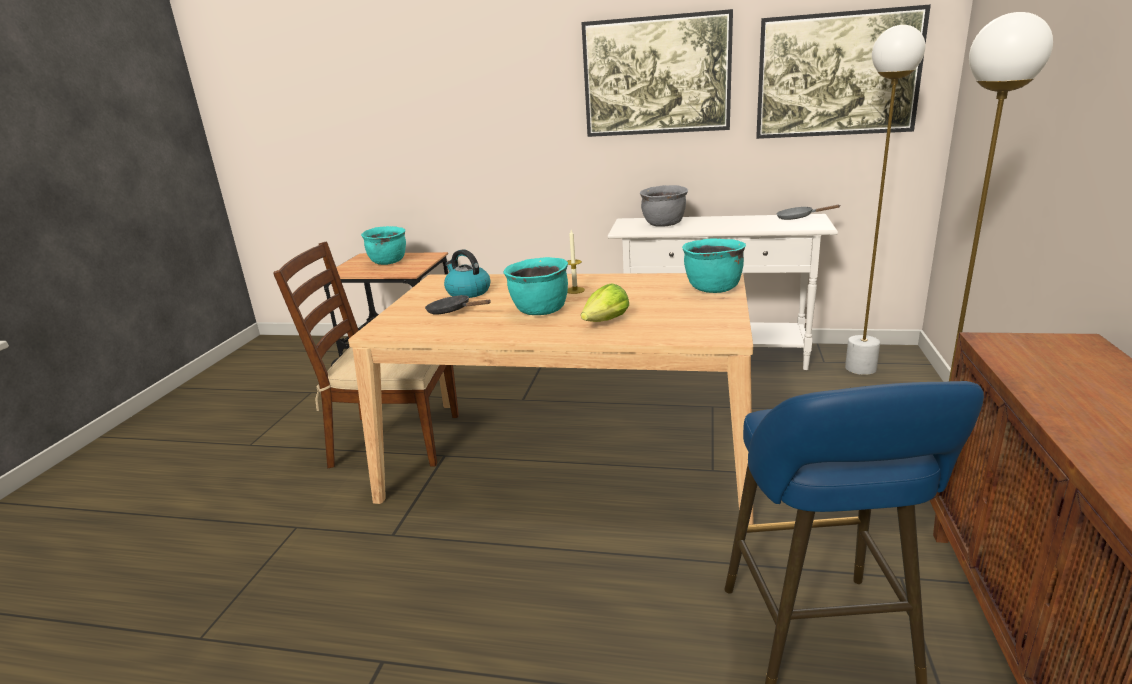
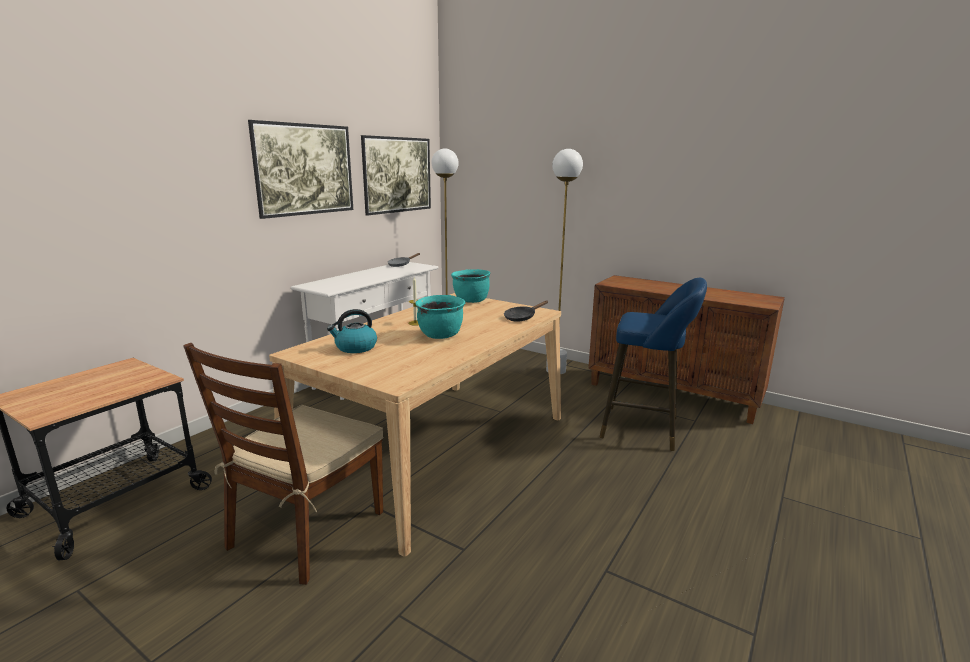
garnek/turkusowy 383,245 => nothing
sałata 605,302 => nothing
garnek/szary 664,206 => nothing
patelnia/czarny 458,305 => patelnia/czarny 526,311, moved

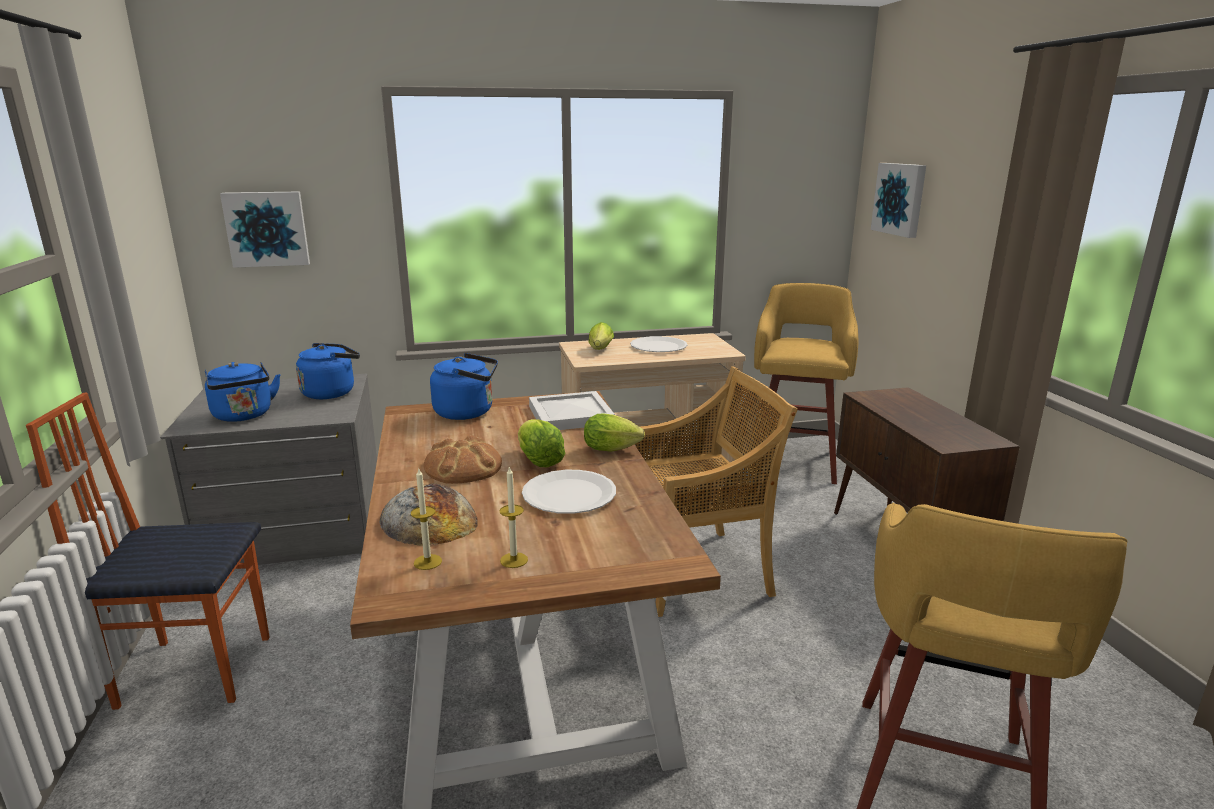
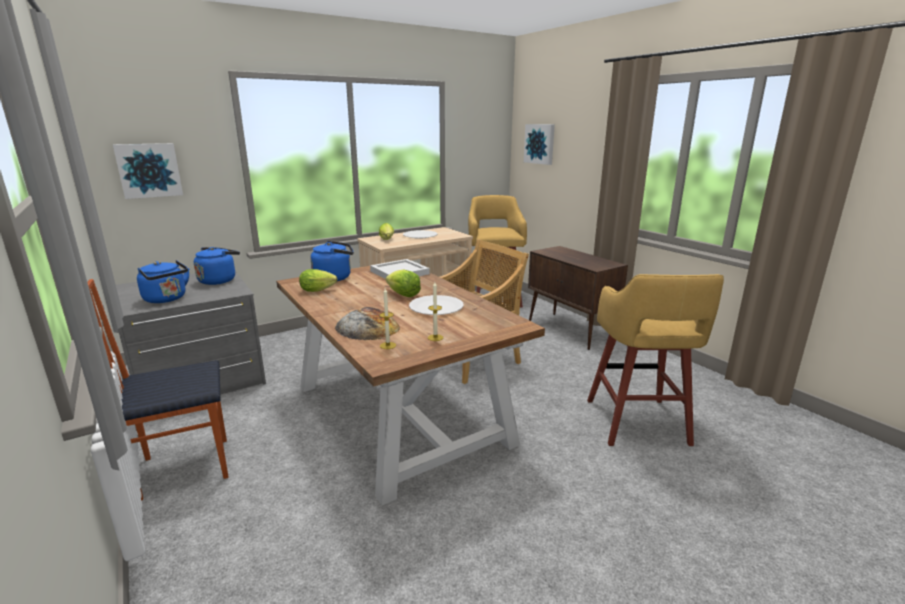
chleb 463,459 => nothing
sałata 614,432 => sałata 318,280, moved

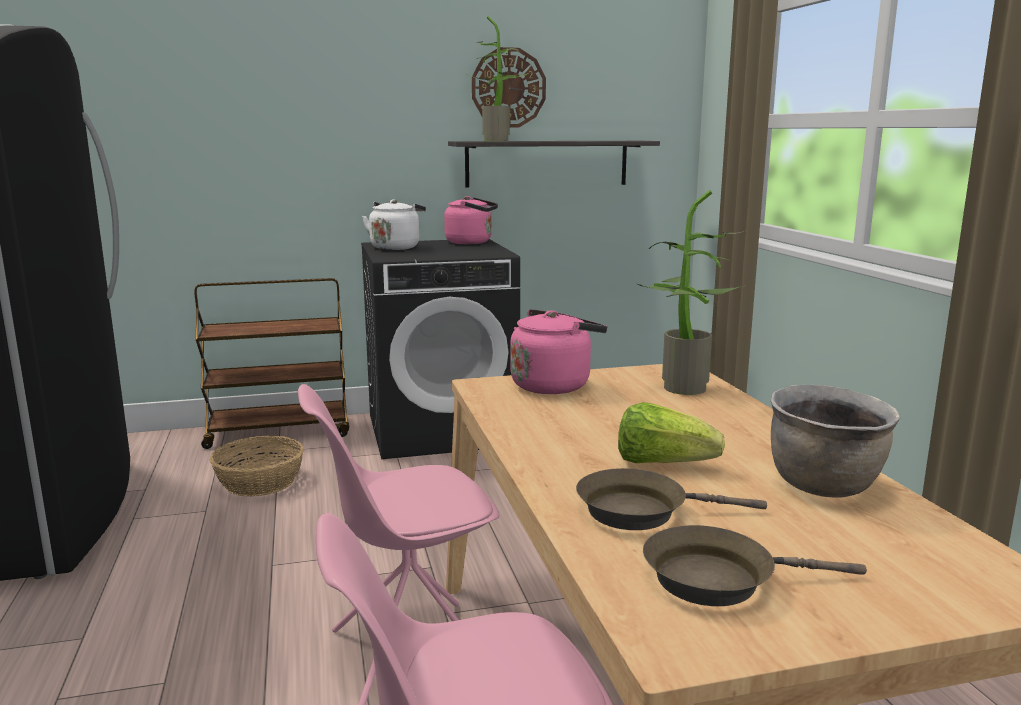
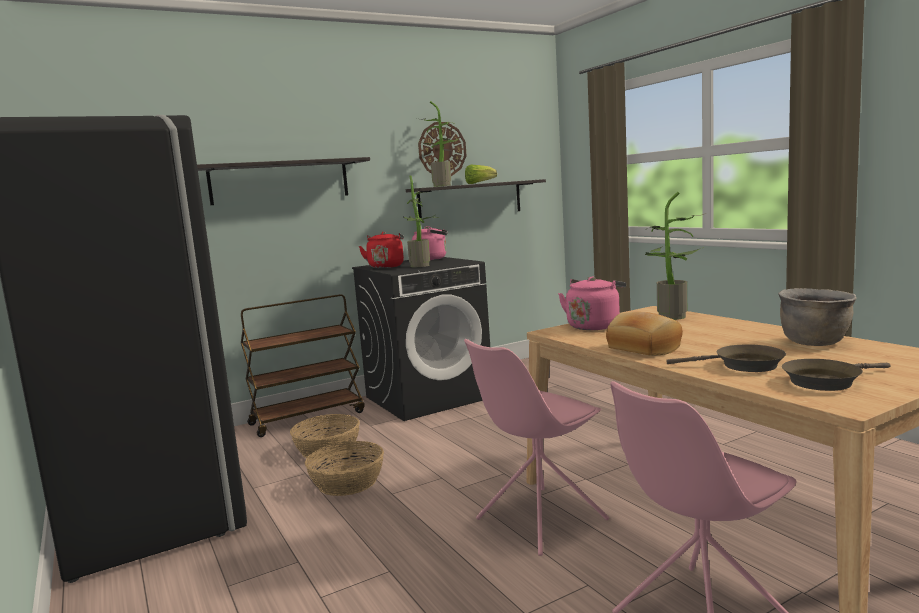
nothing => półka 283,181
nothing => koszyk 344,468
nothing => roślina doniczkowa 421,221
nothing => chleb 644,334
sałata 671,432 => sałata 481,174, moved
czajnik/biały 394,224 => czajnik/czerwony 381,250
patelnia/brązowy 671,499 => patelnia/brązowy 726,358, 150 degrees counterclockwise

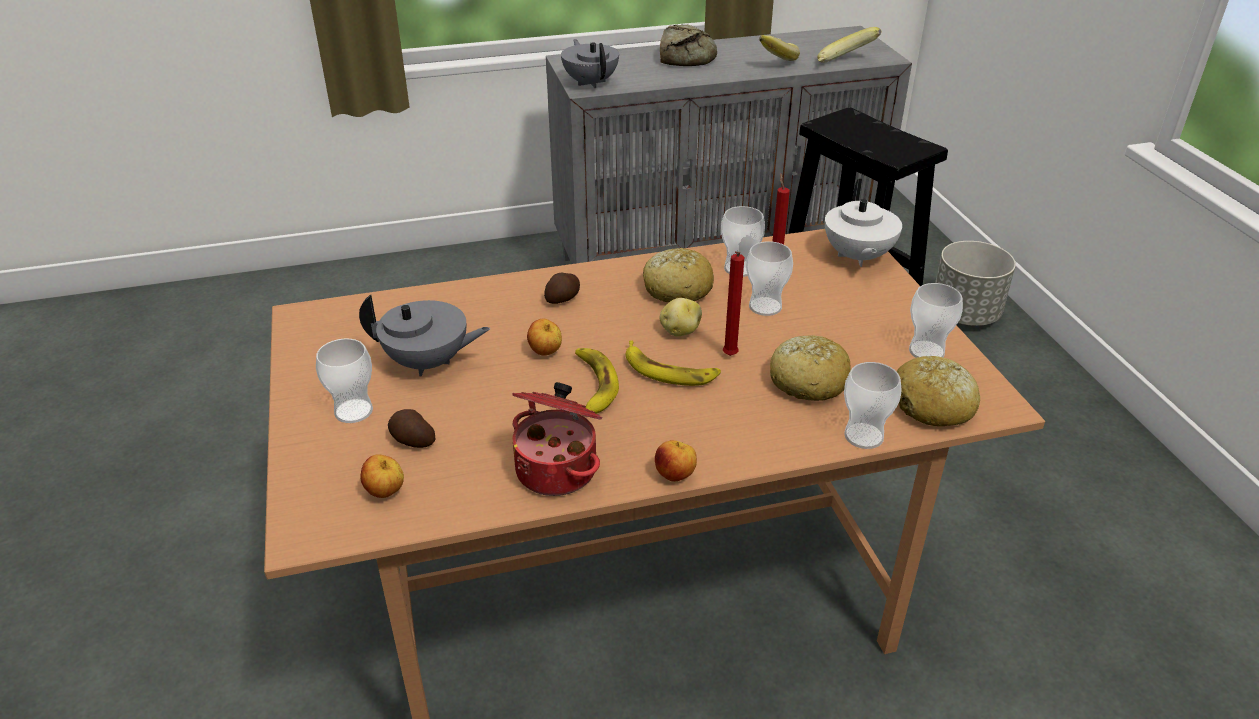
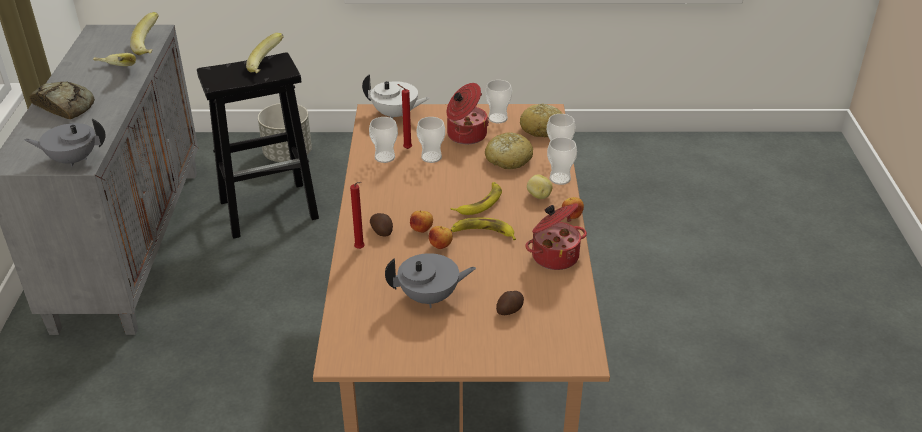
chleb 678,275 => nothing
nothing => banan 265,53
nothing => garnek 467,113
filiżanka 344,381 => filiżanka 562,161, moved
jabłko 382,476 => jabłko 421,221, moved
ziemniak 681,317 => ziemniak 540,186, moved
świeca/czerwony 733,303 => świeca/czerwony 357,215, moved
imbryk/szary 424,335 => imbryk/szary 430,280, 60 degrees clockwise

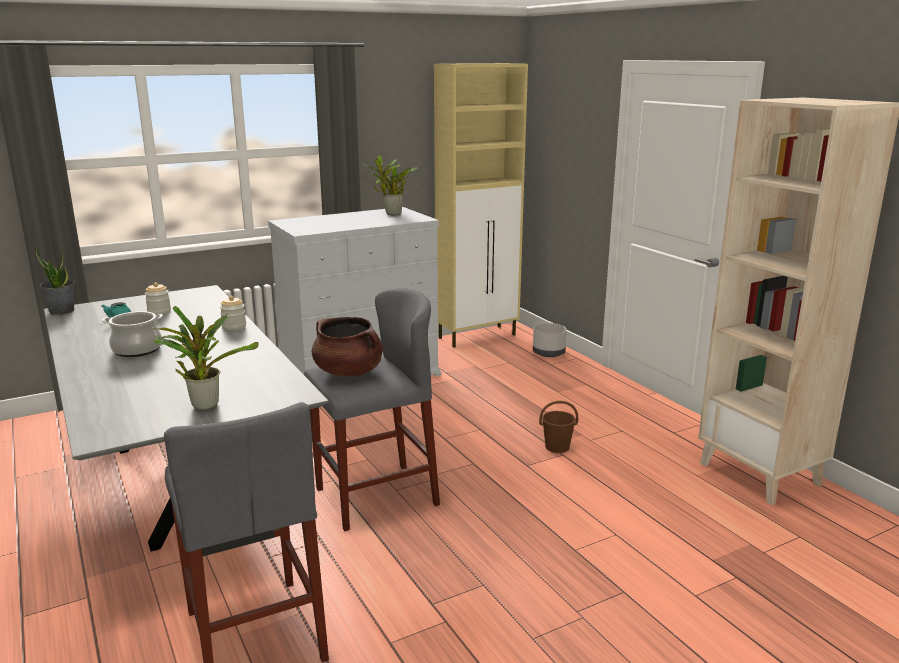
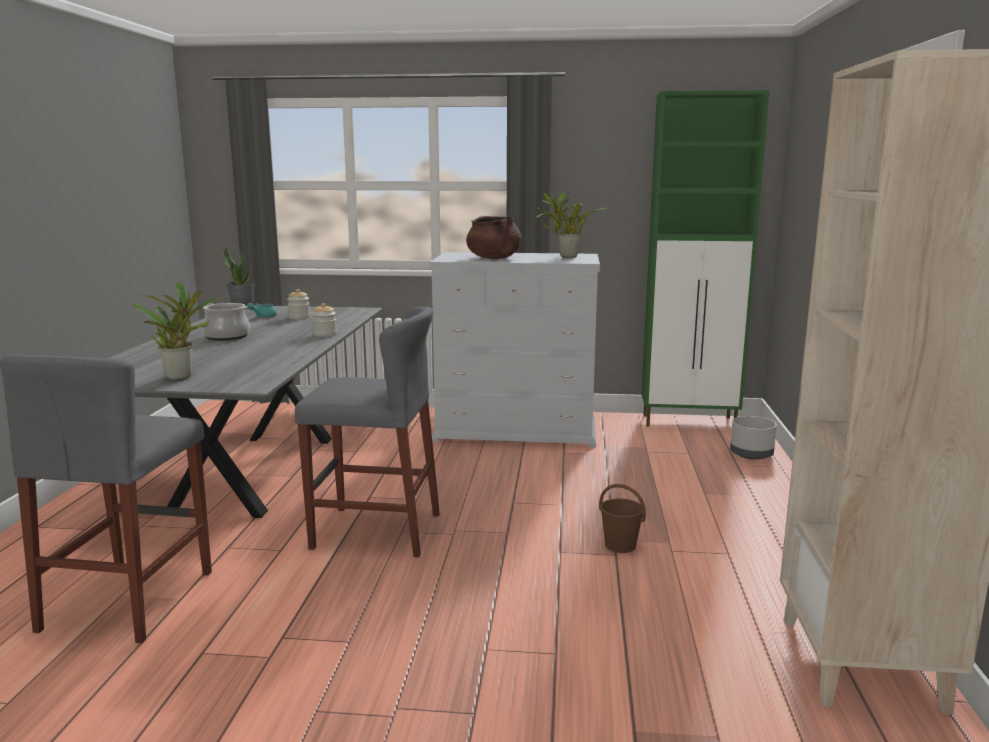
garnek/brązowy 347,346 => garnek/brązowy 494,237, moved
szafka/beżowy 481,205 => szafka/zielony 706,258

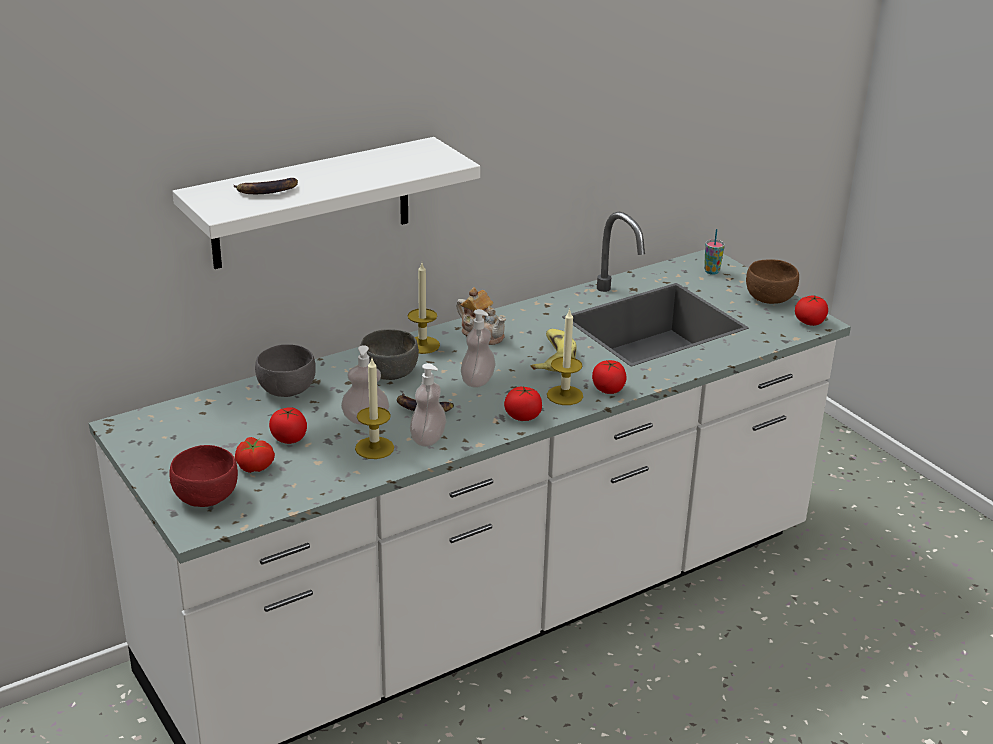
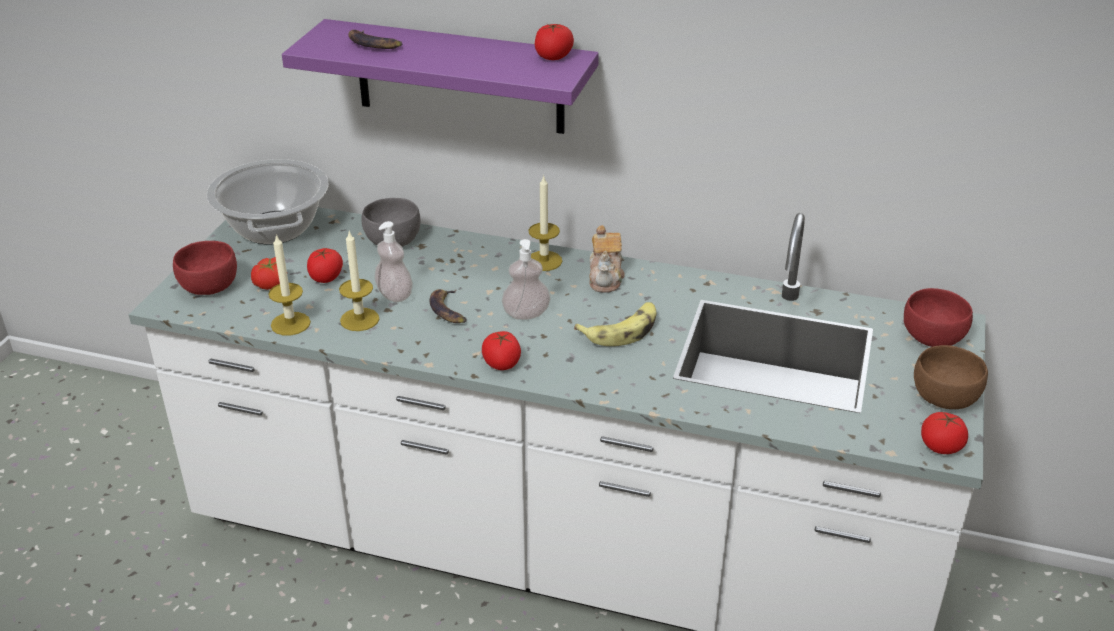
miska/szary 389,354 => nothing
dozownik mydła 428,405 => nothing
nothing => garnek 268,201
świeca 565,357 => świeca 289,285, moved
pomidor 609,377 => pomidor 554,42, moved
filiżanka 714,252 => miska/czerwony 938,317
półka/biały 326,203 => półka/fioletowy 440,76

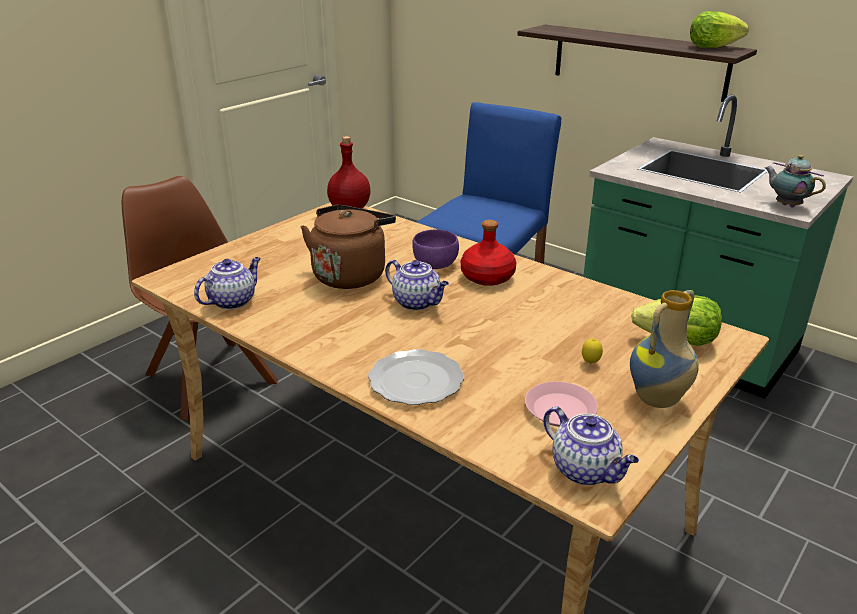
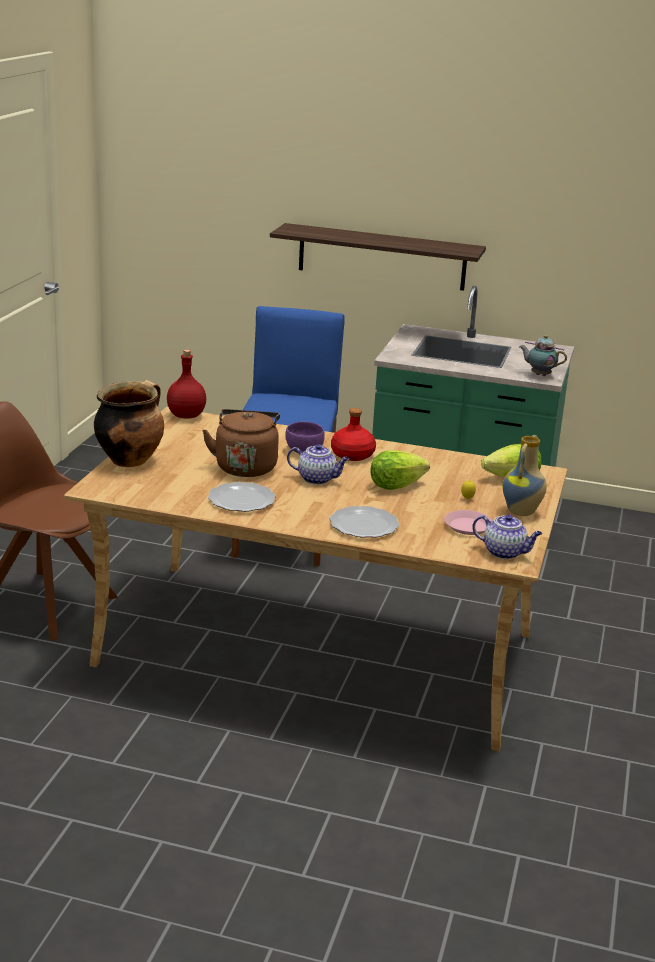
imbryk 227,283 => nothing
nothing => garnek 129,423
nothing => talerz 242,497
sałata 719,29 => sałata 400,470, moved

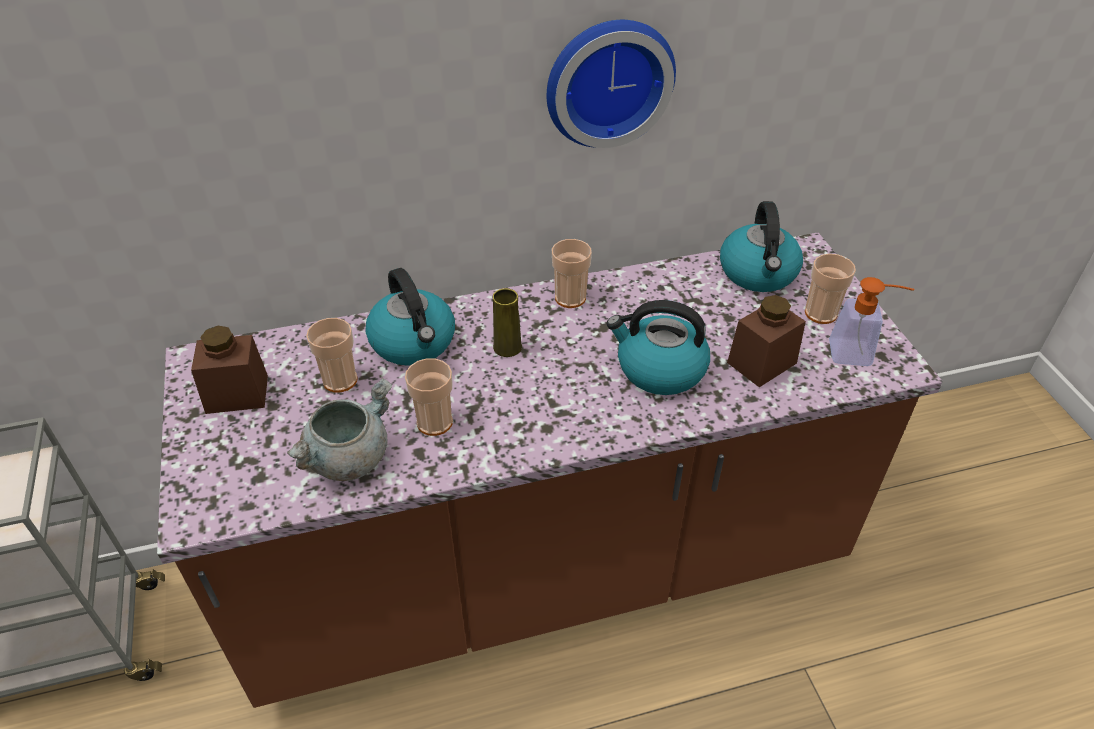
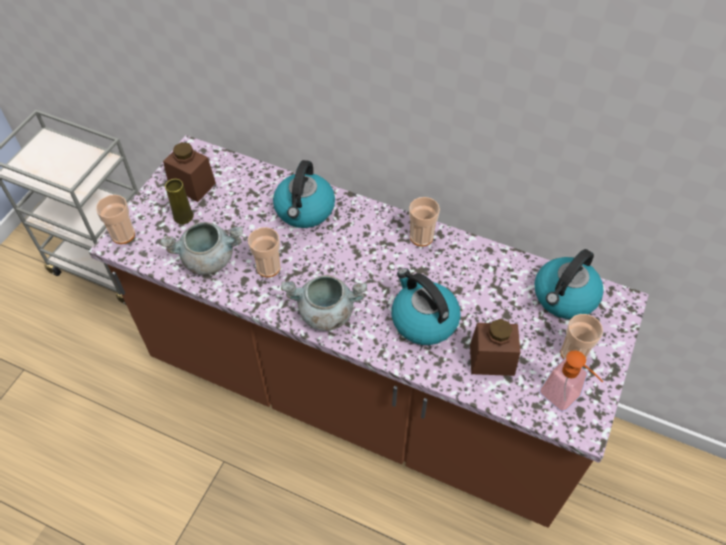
zegar ścienny 611,84 => nothing
nothing => garnek/szary 324,303
filiżanka 332,355 => filiżanka 115,219, moved
wazon/żółty 507,322 => wazon/żółty 179,201, moved

